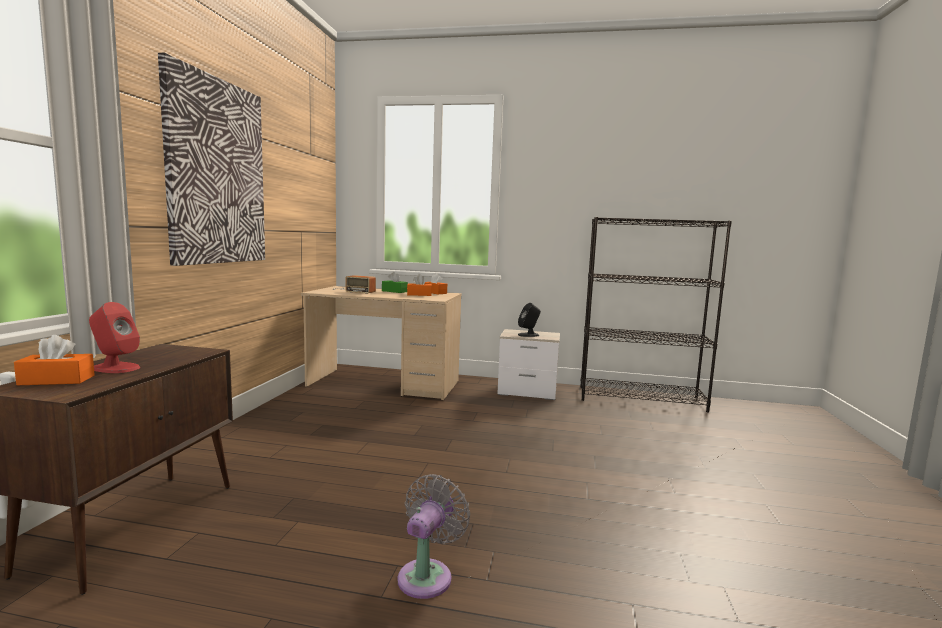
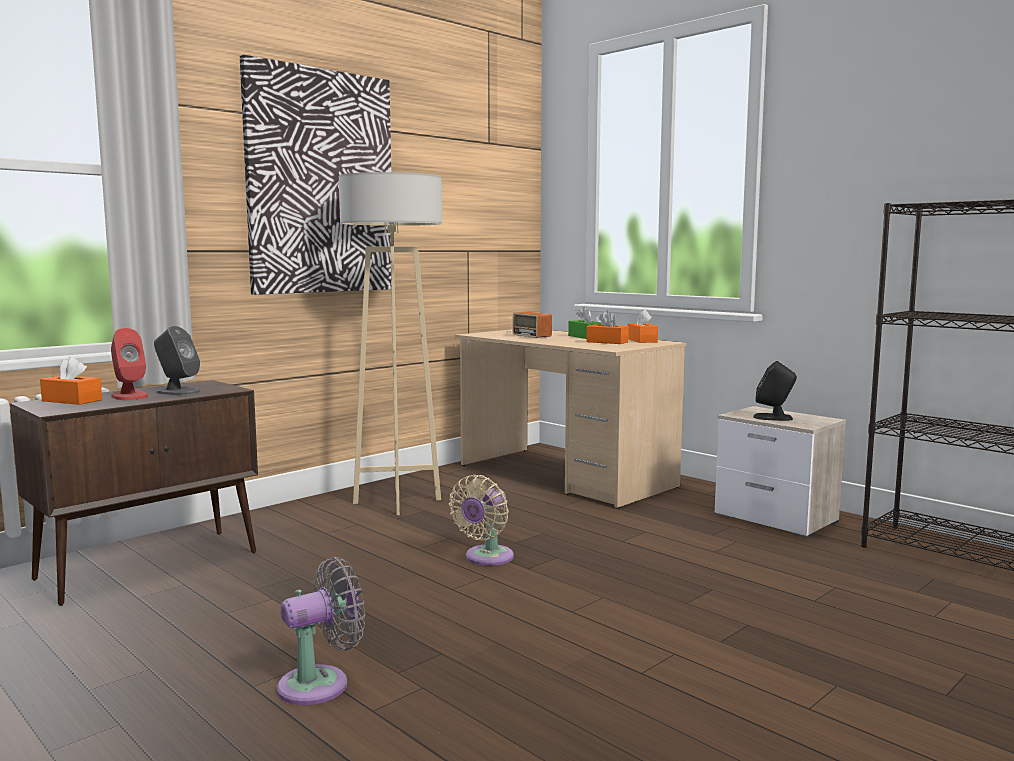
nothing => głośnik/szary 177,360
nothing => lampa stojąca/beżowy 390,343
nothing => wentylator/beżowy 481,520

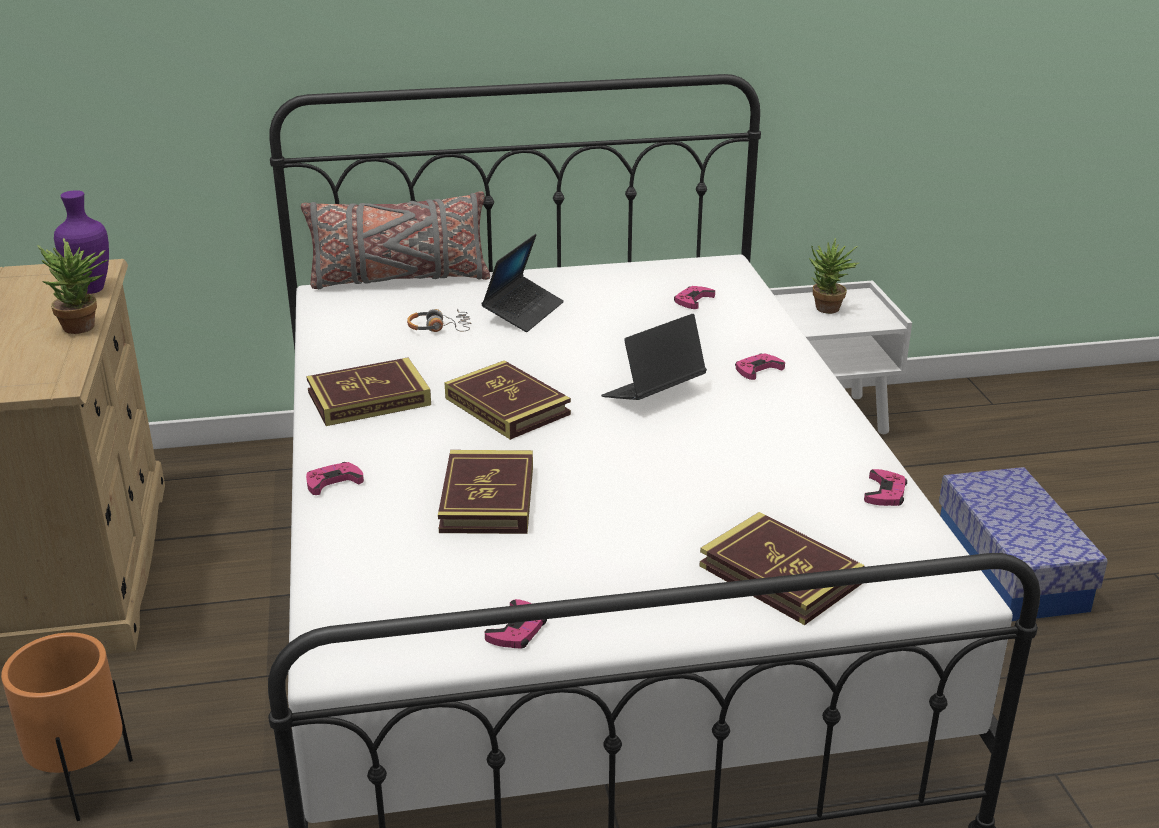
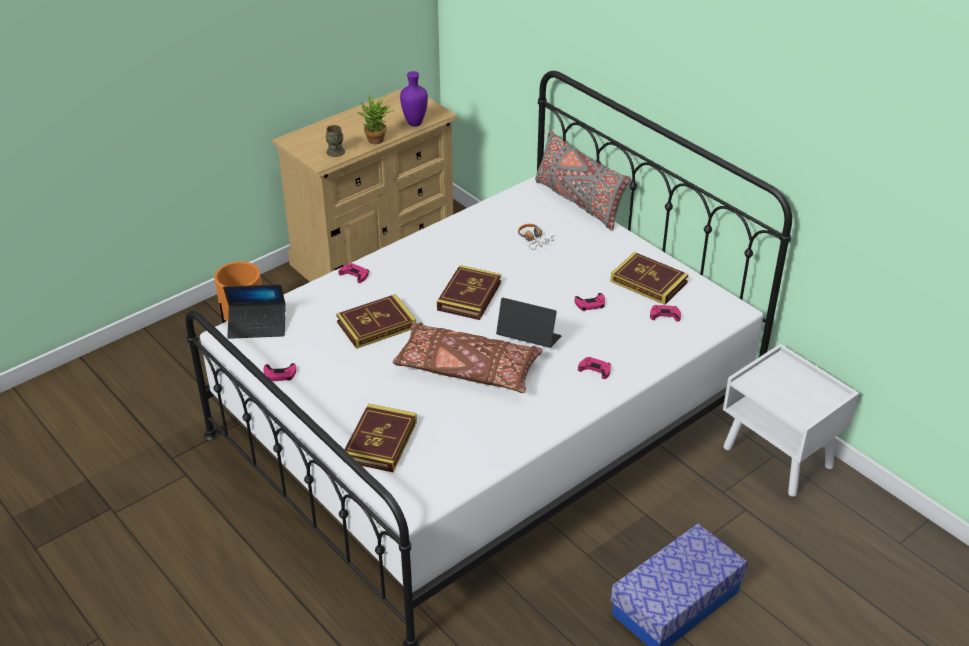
roślina doniczkowa 834,276 => nothing
nothing => kubek/brązowy 335,141
nothing => poduszka/brązowy 468,357
książka 368,392 => książka 649,278, moved
laptop 522,283 => laptop 254,311, moved
pad do gier/różowy 885,487 => pad do gier/różowy 590,302, moved

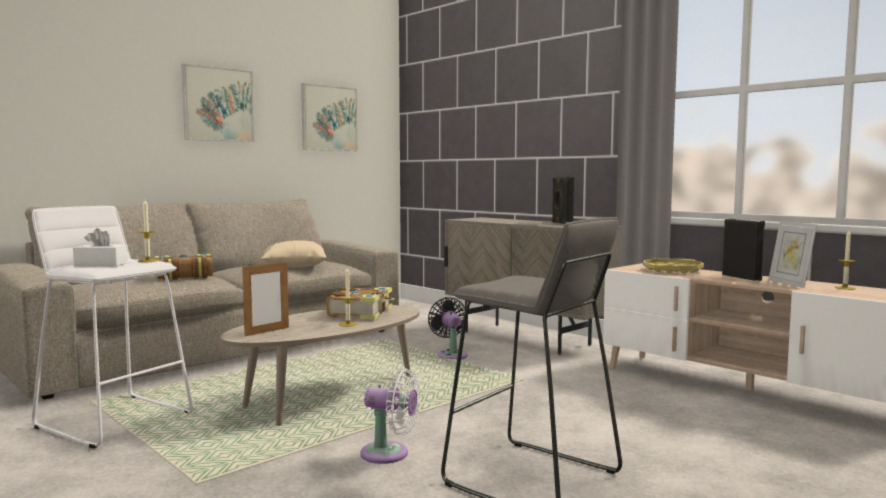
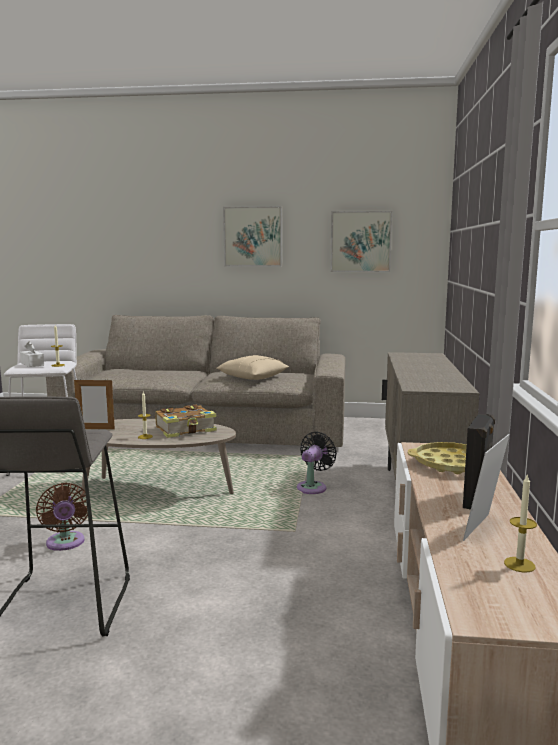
książka 184,266 => nothing
głośnik/czarny 563,200 => nothing
wentylator/biały 390,416 => wentylator/brązowy 62,517

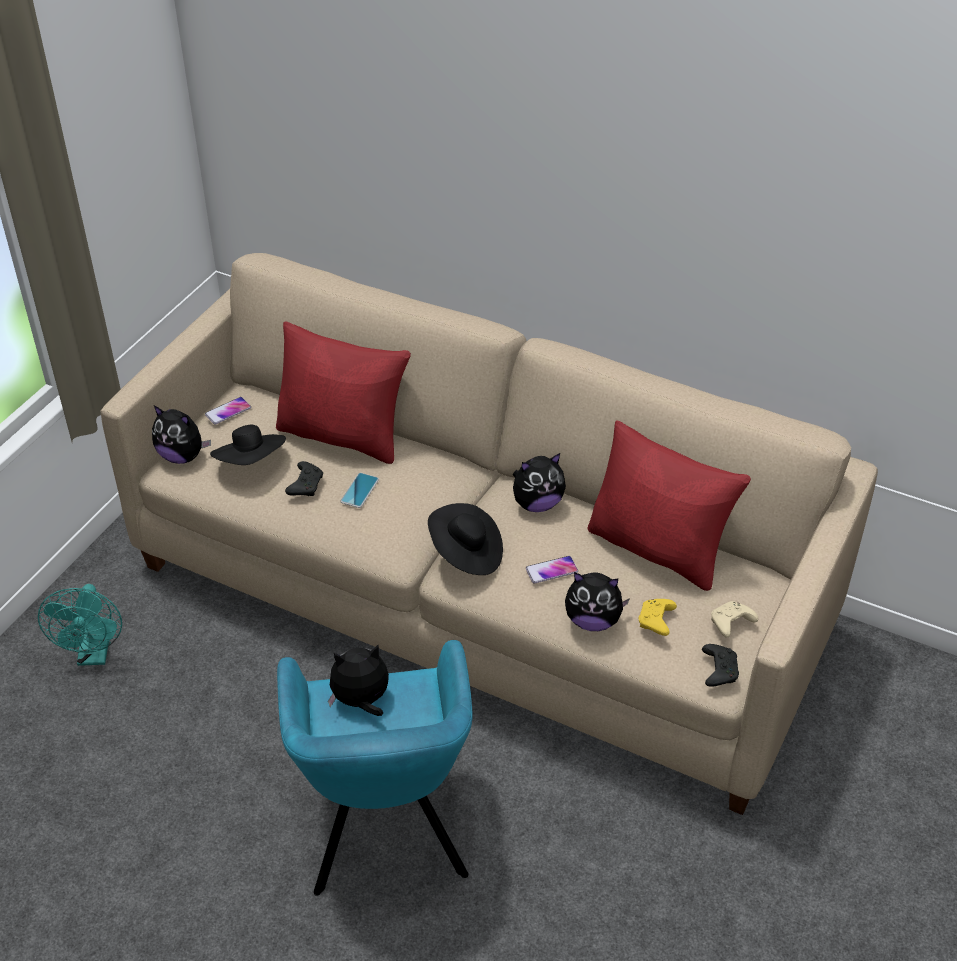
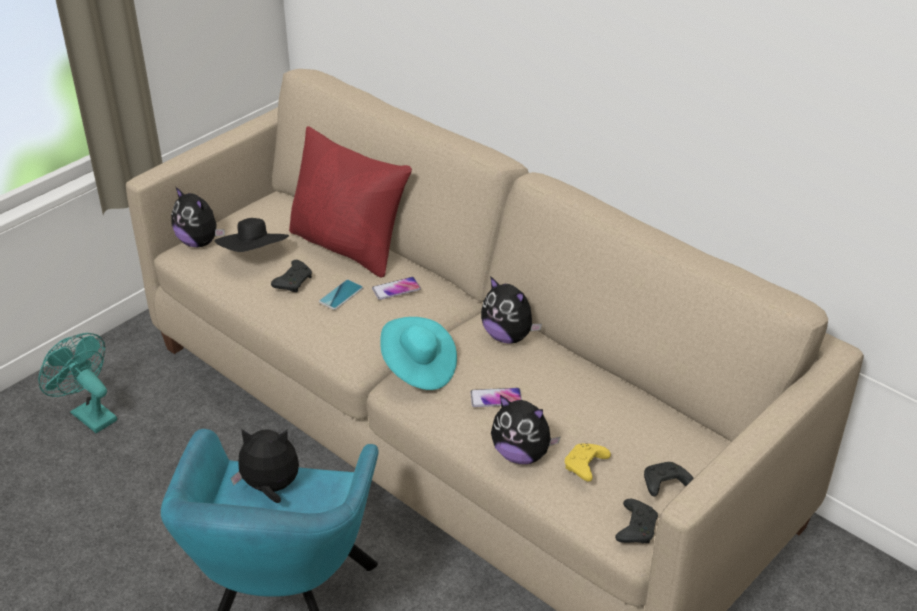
poduszka/czerwony 669,505 => nothing
telefon 228,410 => telefon 396,288, moved
kapelusz/czarny 465,539 => kapelusz/turkusowy 418,353
pad do gier/beżowy 734,619 => pad do gier/czarny 669,479
wentylator/turkusowy 80,625 => wentylator/turkusowy 77,383, 120 degrees clockwise
pluszak 539,482 => pluszak 511,310, 45 degrees clockwise

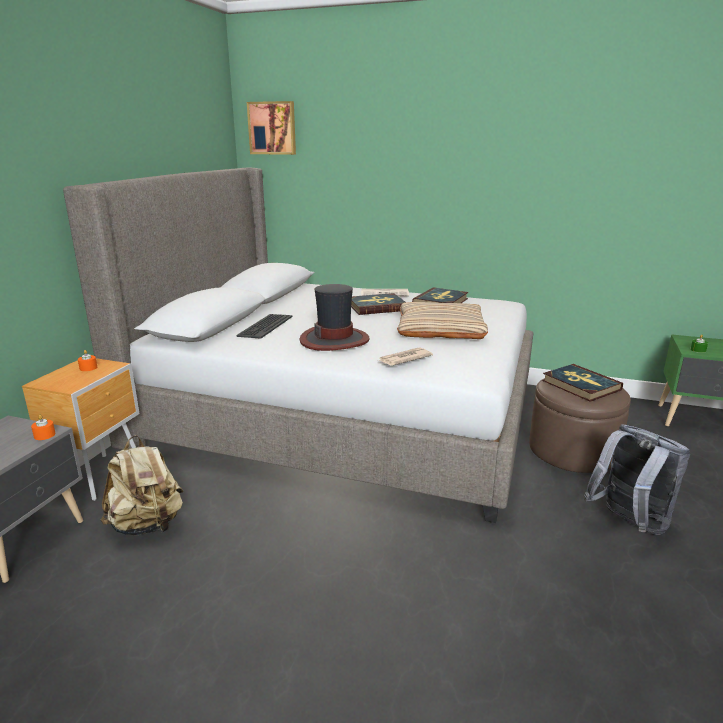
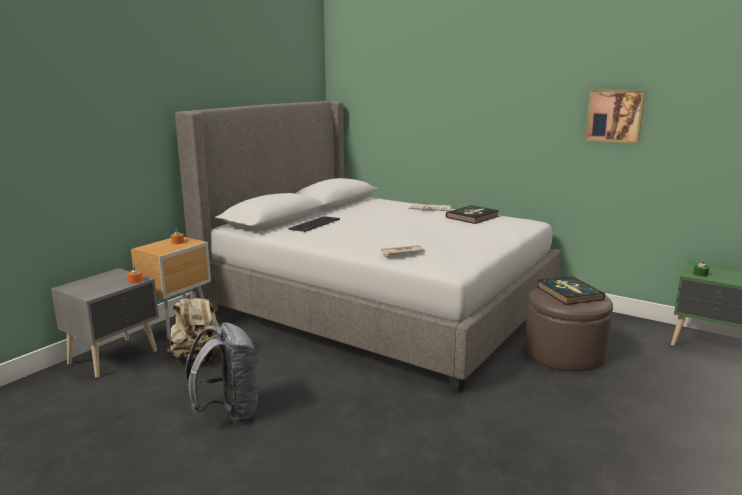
kapelusz 334,317 => nothing
książka 378,304 => nothing
poduszka/beżowy 442,320 => nothing
obraz 271,128 => obraz 615,117, moved
plecak/szary 636,479 => plecak/szary 222,372, moved

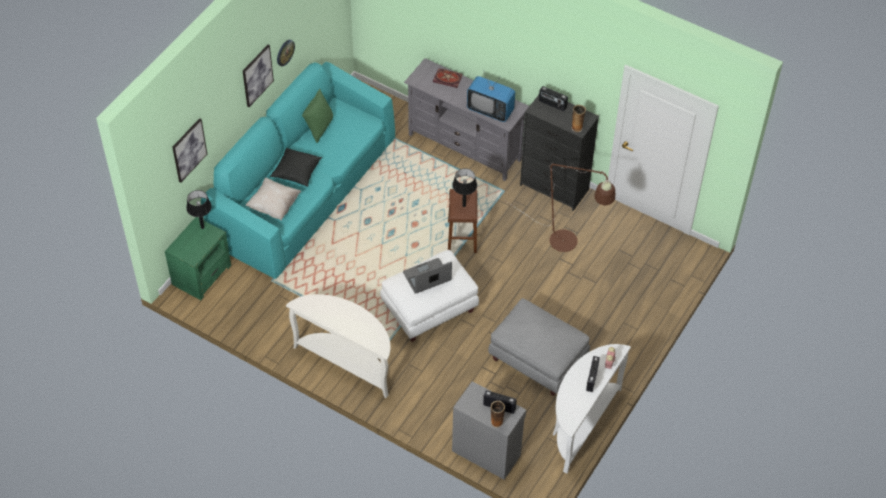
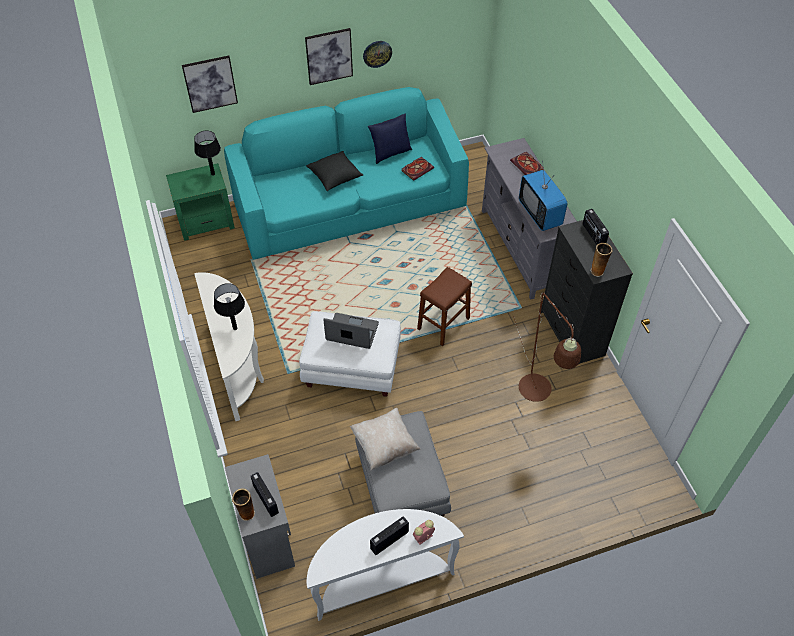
nothing => książka 418,169
poduszka/beżowy 273,199 => poduszka/beżowy 385,439, moved
lampa stołowa/czarny 464,187 => lampa stołowa/czarny 229,306, moved
poduszka/zielony 317,116 => poduszka/niebieski 390,138

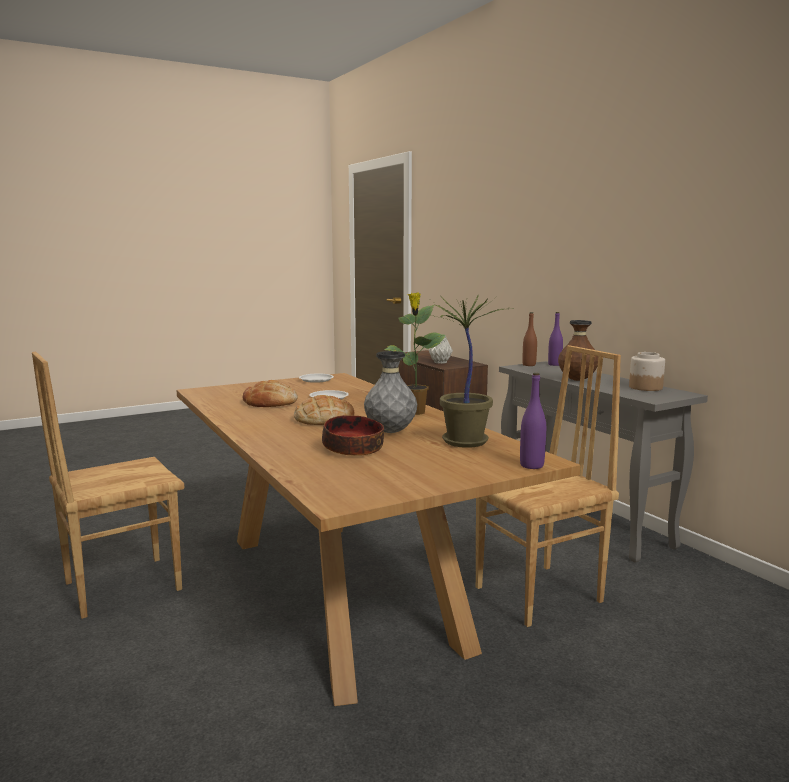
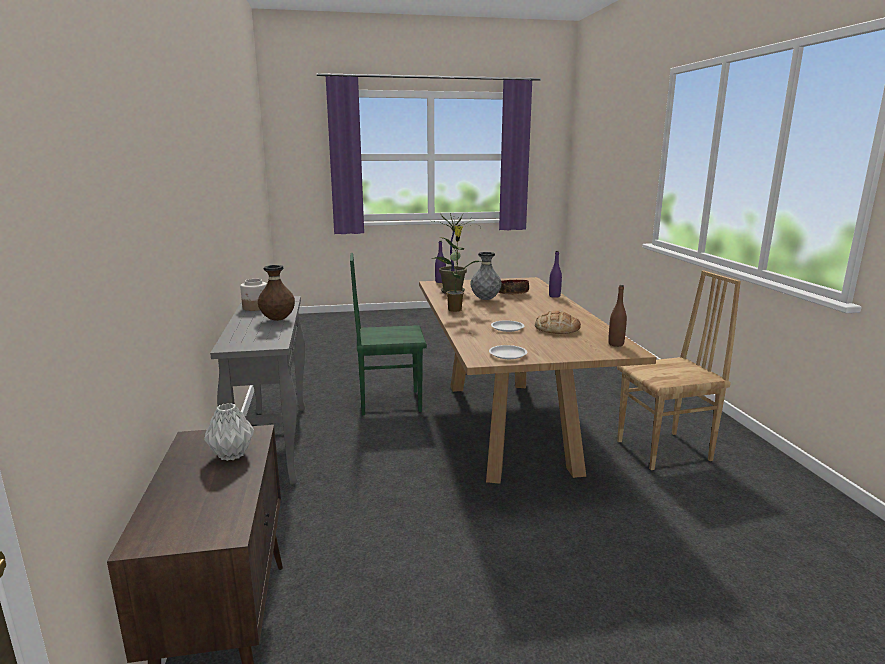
chleb 324,410 => nothing
butelka/brązowy 529,339 => butelka/brązowy 617,316, moved
butelka/fioletowy 555,339 => butelka/fioletowy 555,274, moved
krzesło/brązowy 548,486 => krzesło/zielony 388,334

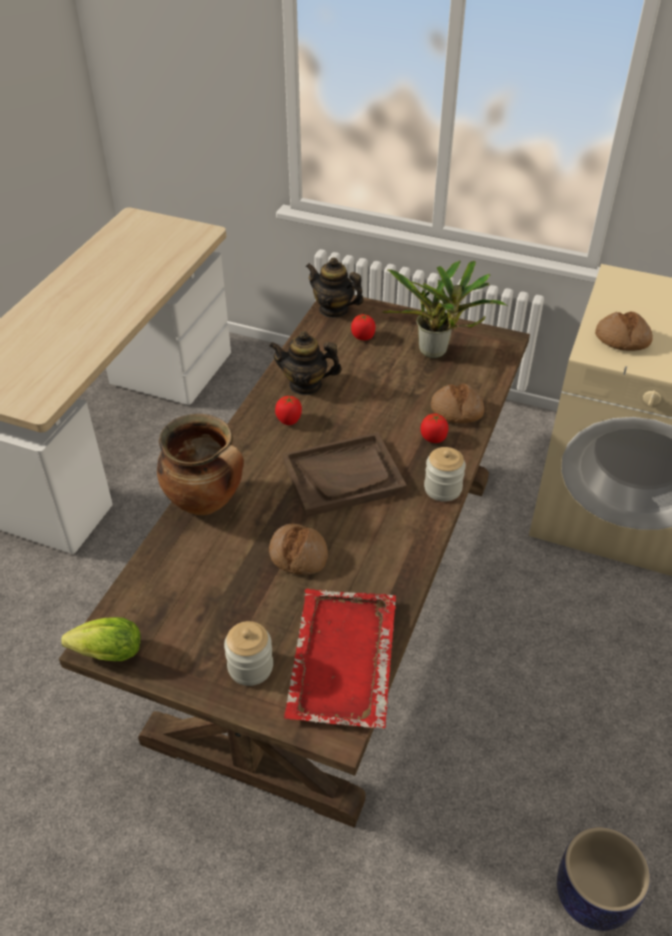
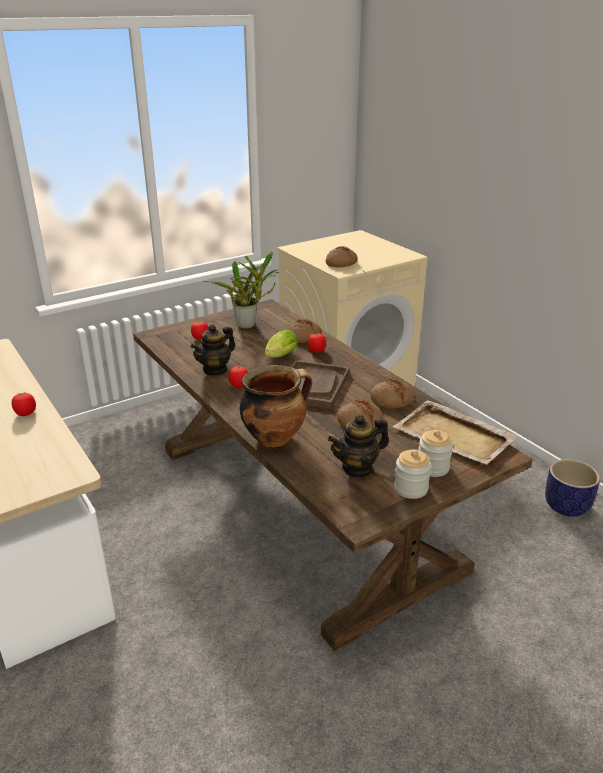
nothing => pomidor 24,404
nothing => chleb 393,393
sałata 101,639 => sałata 281,343, moved
imbryk 335,288 => imbryk 358,446, moved
słoik 445,474 => słoik 412,474, moved
taca/czerwony 340,659 => taca/beżowy 455,432

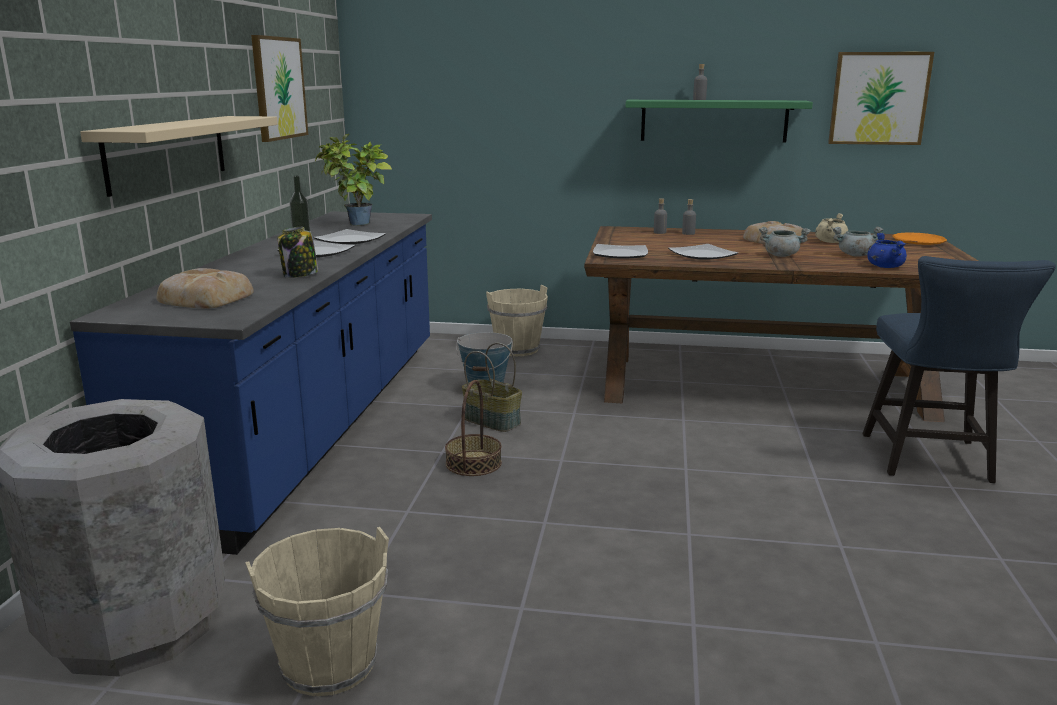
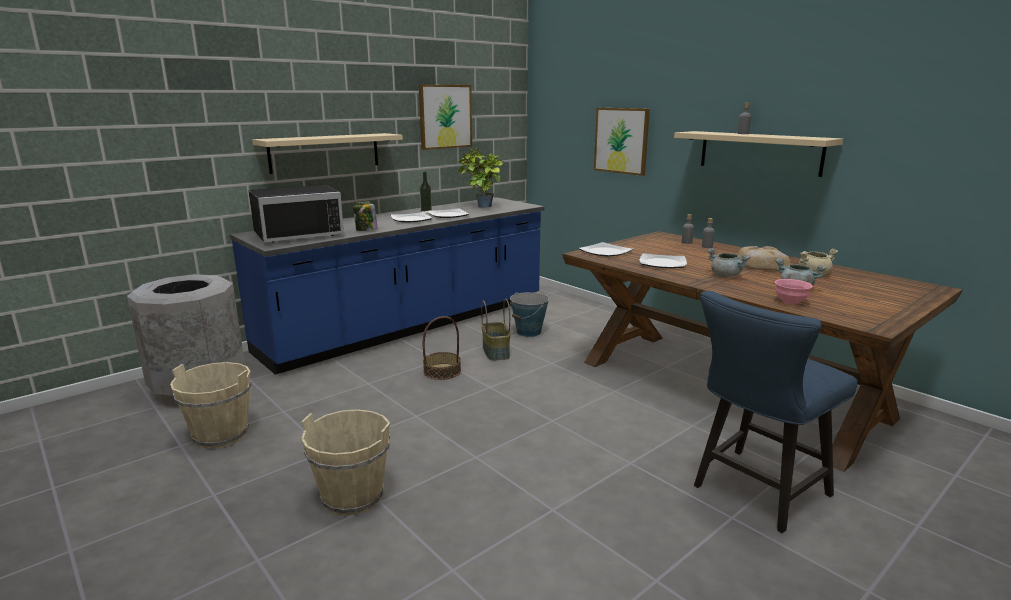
talerz/pomarańczowy 920,238 => nothing
wiadro/beżowy 517,320 => wiadro/beżowy 345,463, moved
obraz 881,98 => obraz 622,142, moved
chleb 205,288 => mikrofalówka/czarny 296,214
garnek/niebieski 887,250 => miska/różowy 794,292
półka/zielony 719,121 => półka/beżowy 758,154

